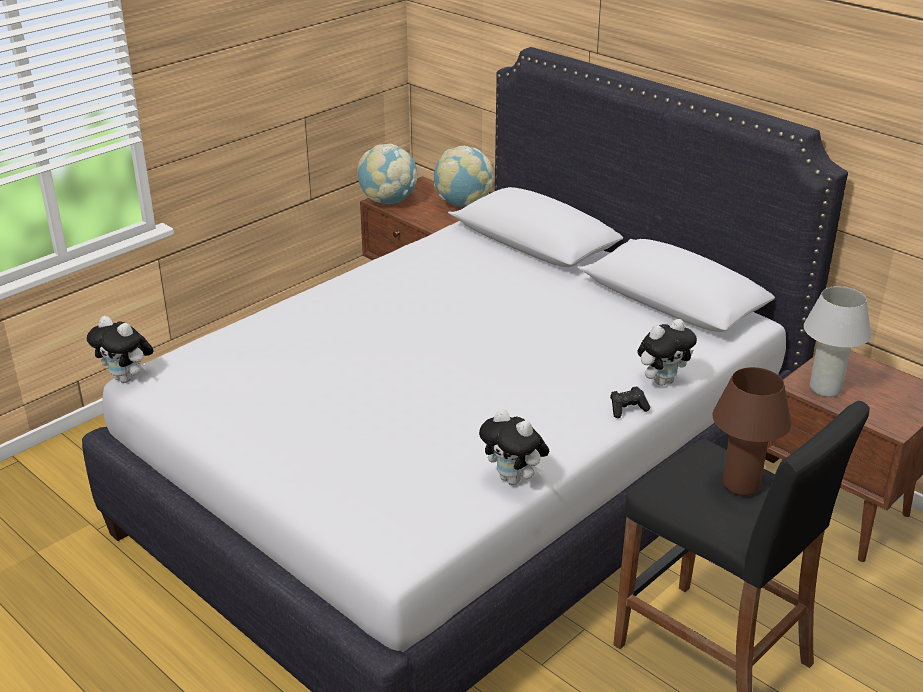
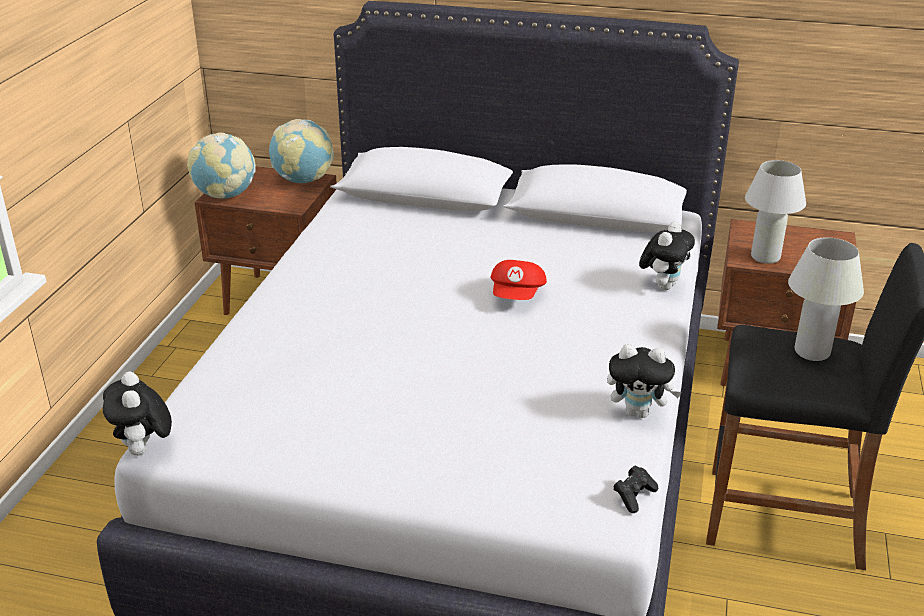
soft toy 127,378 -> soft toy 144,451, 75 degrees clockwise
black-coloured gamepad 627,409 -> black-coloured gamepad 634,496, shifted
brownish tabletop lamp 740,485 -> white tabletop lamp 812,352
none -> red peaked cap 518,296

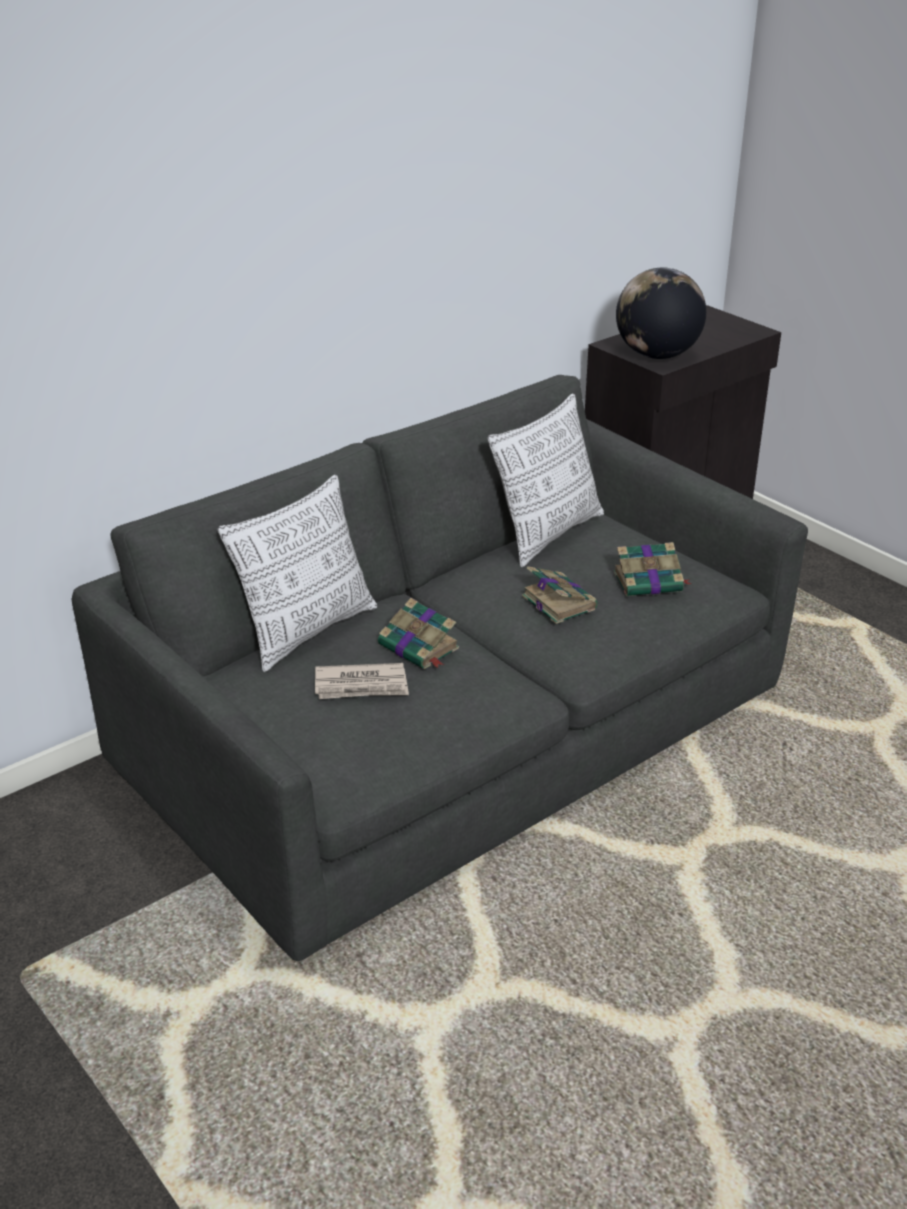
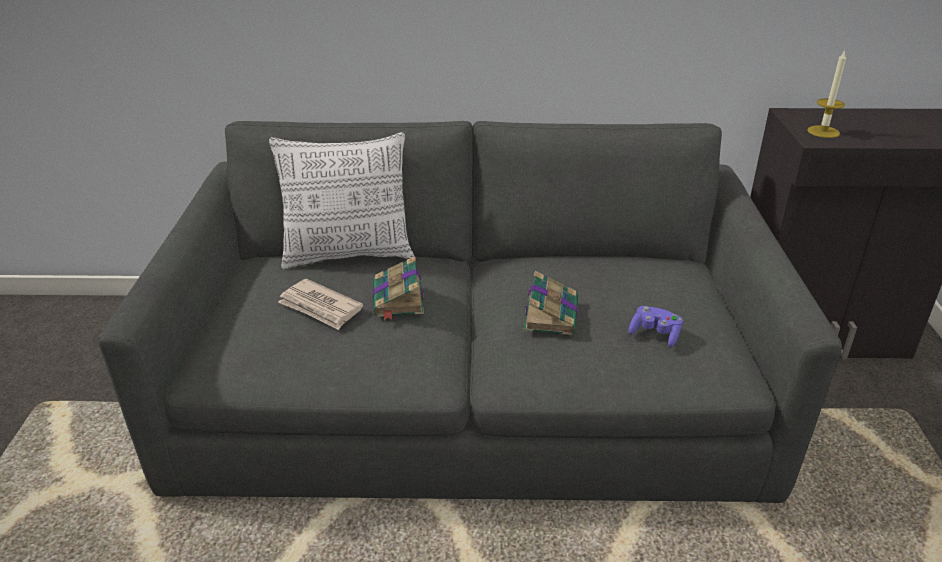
cushion 547,534 -> none
book 650,582 -> purple-coloured gamepad 655,334
globe 656,355 -> wax candle 823,132

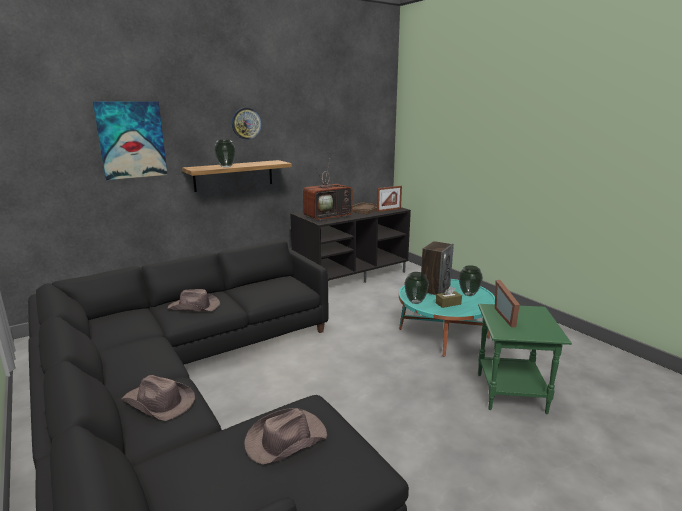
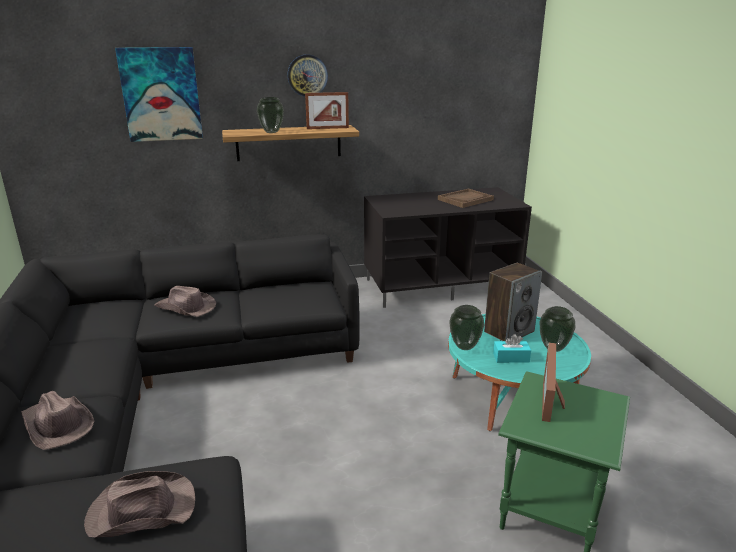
TV set 328,216 -> none
standing frame 389,210 -> standing frame 327,128, shifted
brownish box of tissues 448,303 -> blue-green box of tissues 511,358

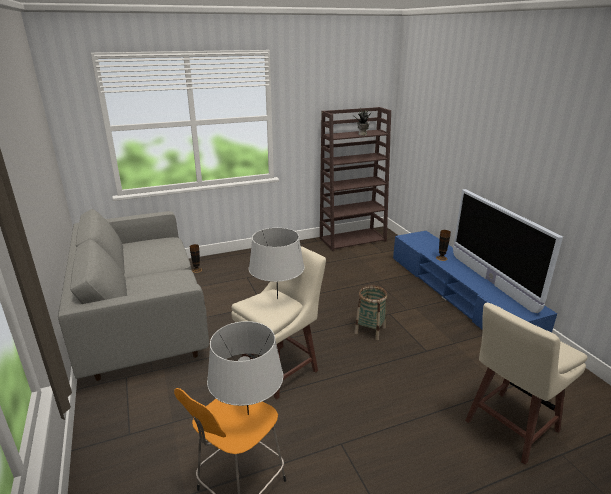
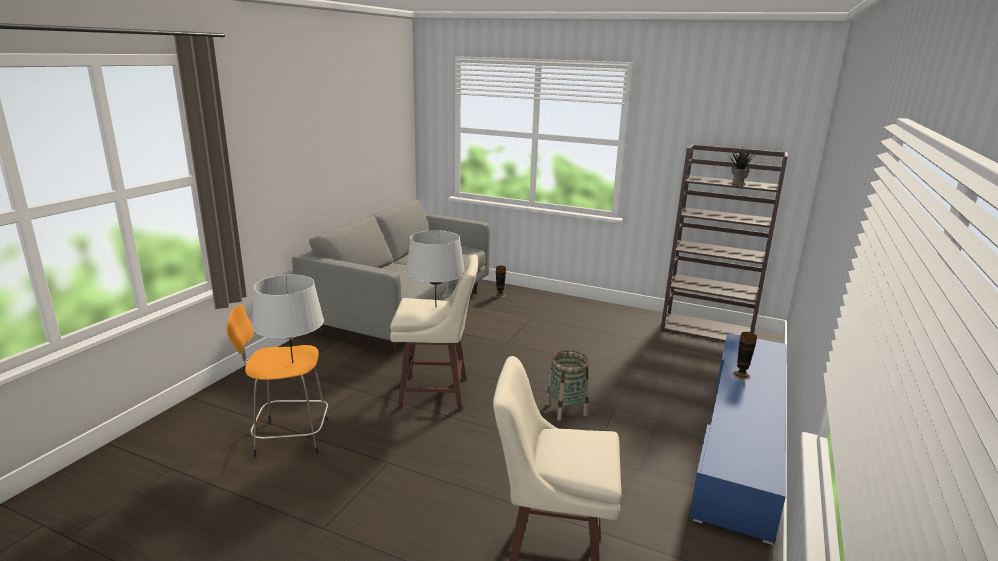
TV set 491,282 -> none

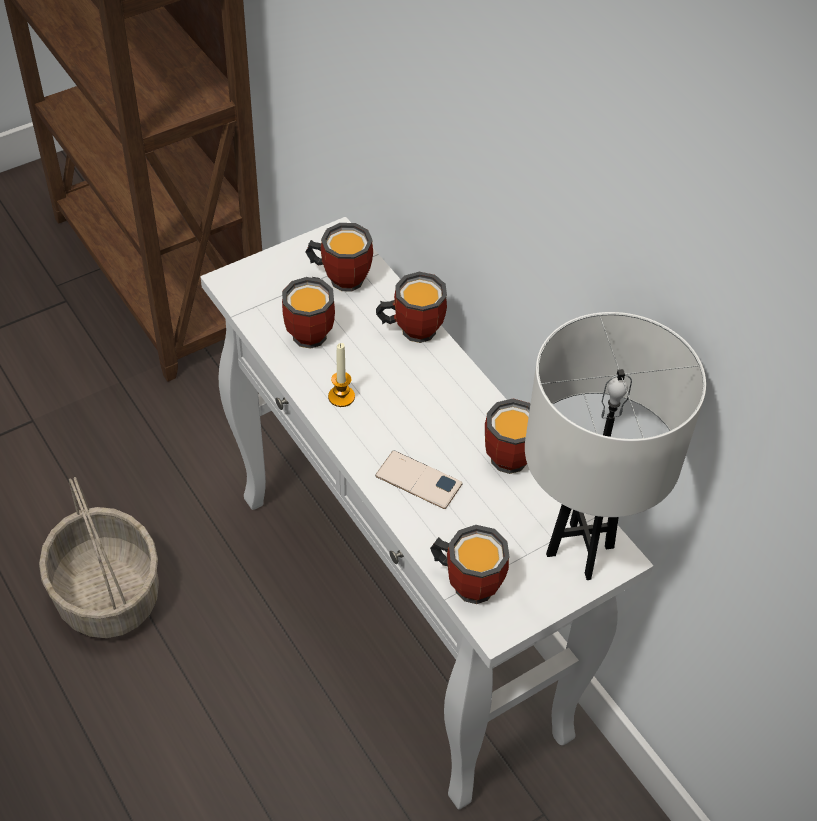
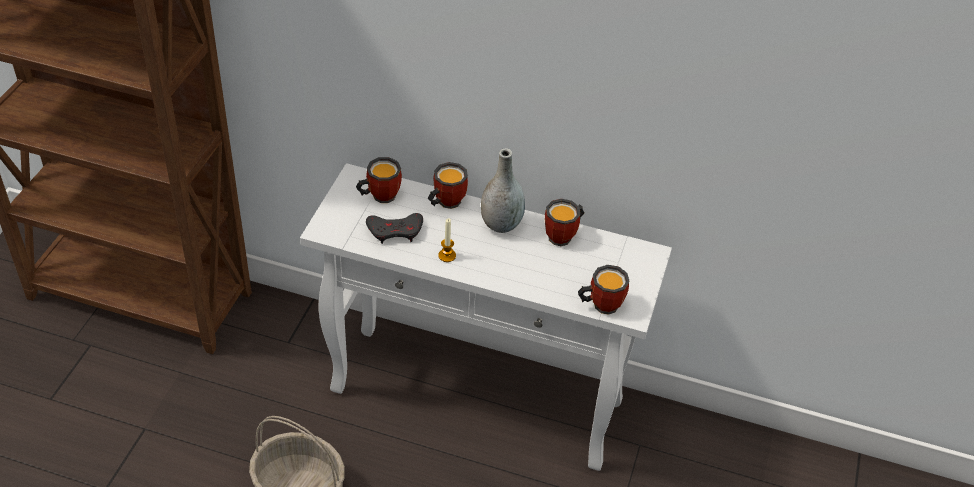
mug 313,330 -> greyish gamepad 395,231
handset 418,480 -> none
white tabletop lamp 579,551 -> none
none -> greyish vase 501,225

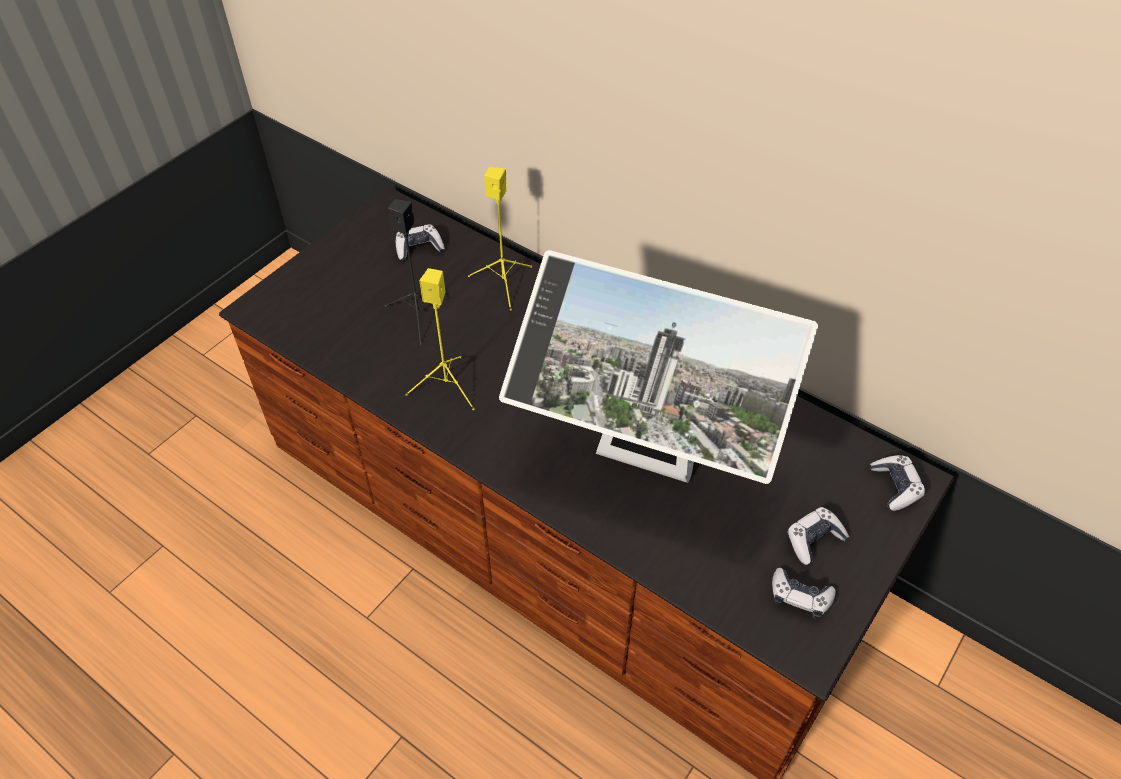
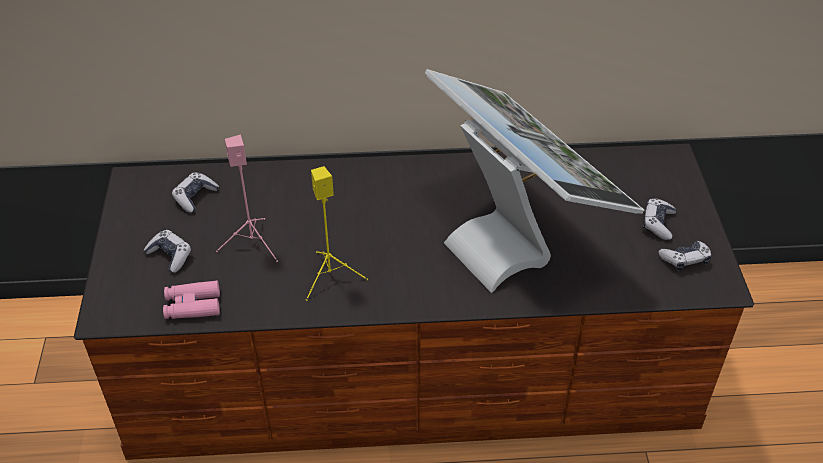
black-coloured audio speaker 419,316 -> pinkish audio speaker 252,243
yellow-coloured audio speaker 504,283 -> none
computer display 644,463 -> computer display 516,242, 105 degrees counterclockwise
gamepad 895,486 -> gamepad 170,256, shifted
none -> pinkish field glasses 192,305

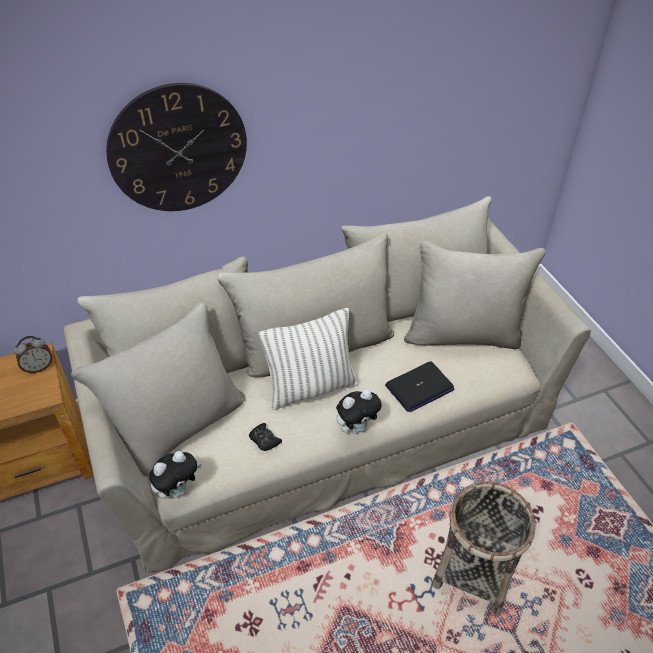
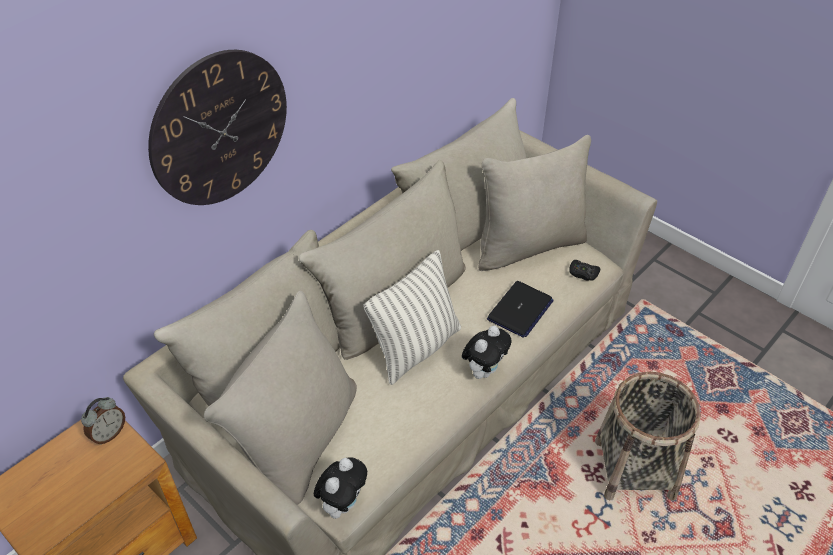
black-coloured gamepad 264,440 -> black-coloured gamepad 583,273, shifted

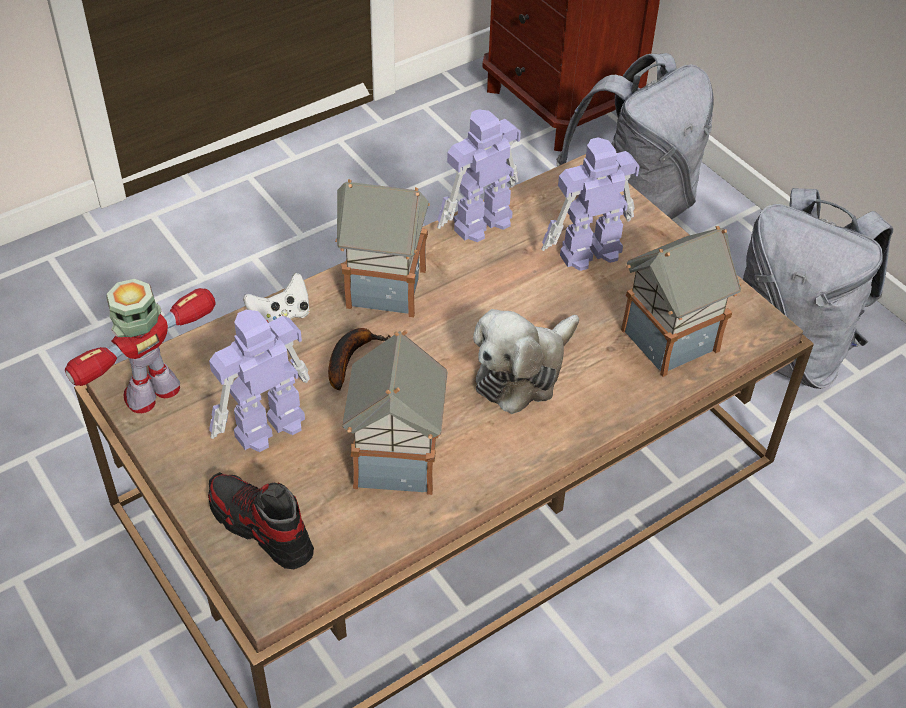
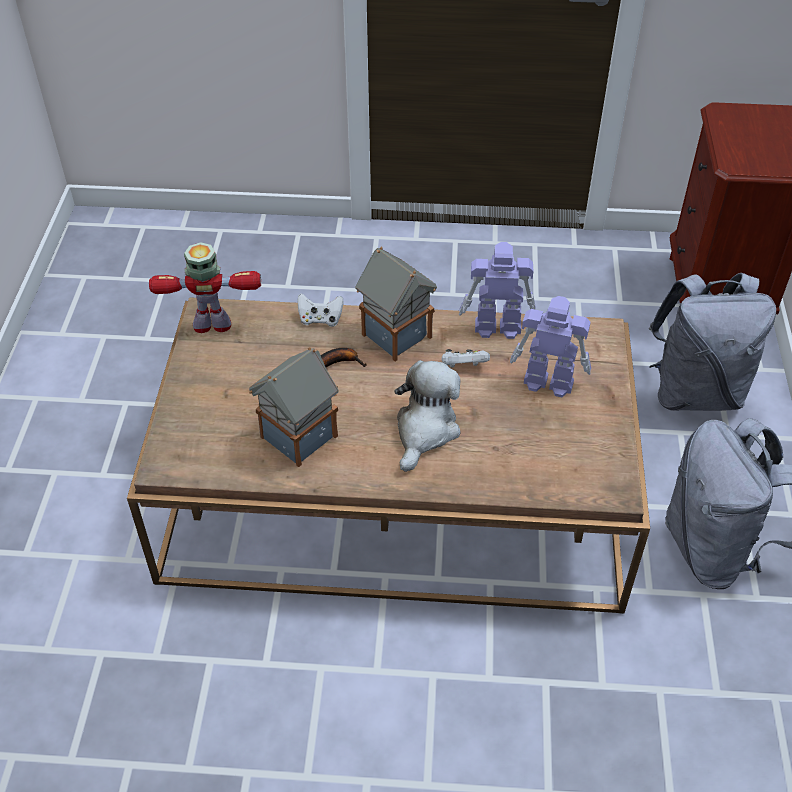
shoe 261,528 -> none
robot figure 266,427 -> none
soft toy 523,372 -> soft toy 425,430, 120 degrees clockwise
toy house 668,342 -> none
none -> white gamepad 463,367

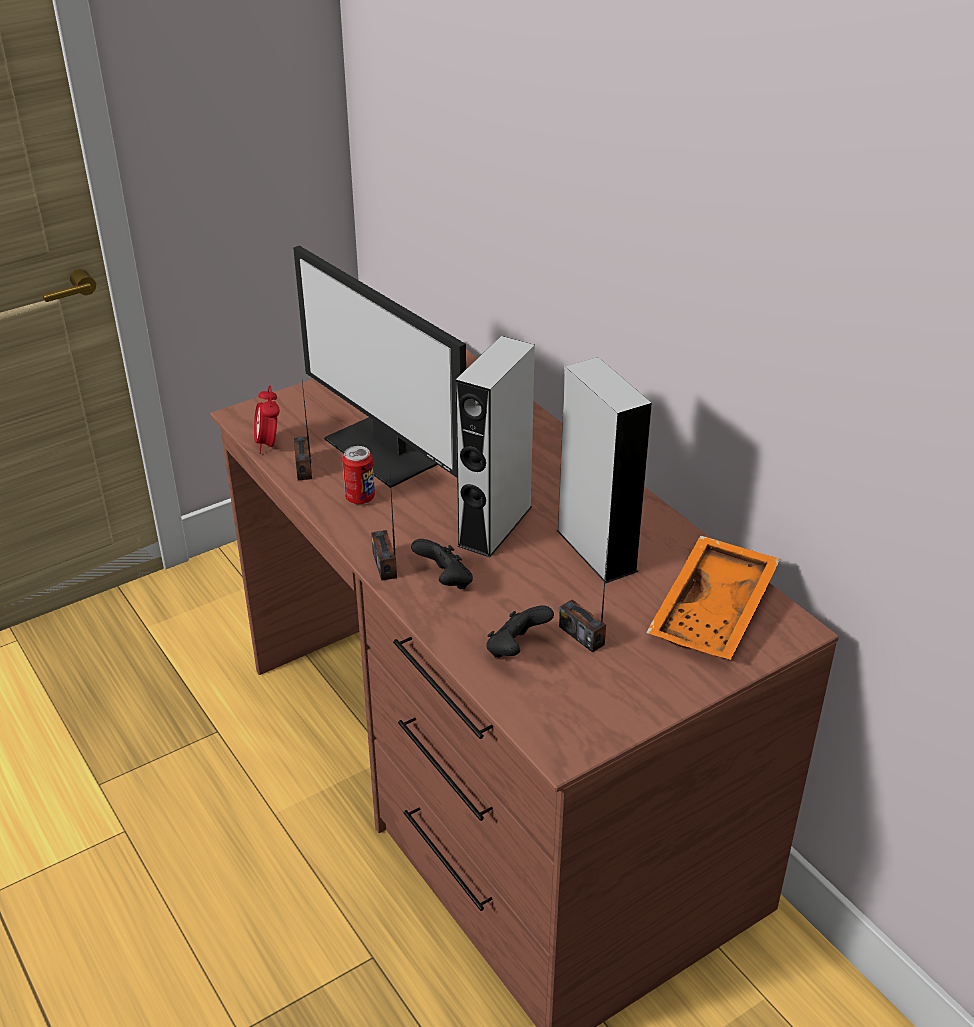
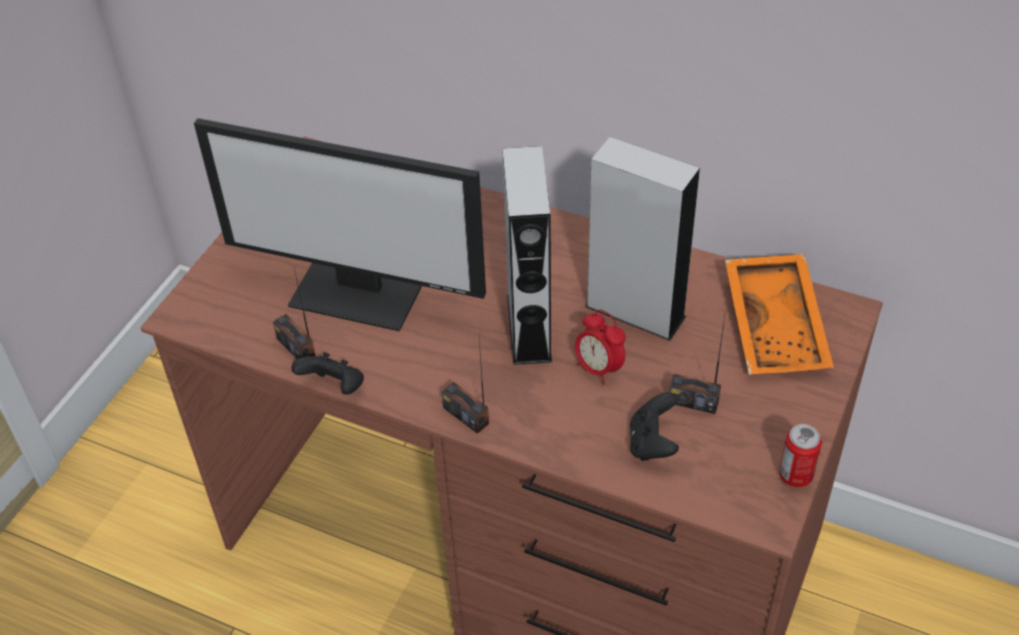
table clock 269,444 -> table clock 598,369, shifted
sealed can 360,498 -> sealed can 795,475, shifted
black-coloured gamepad 445,581 -> black-coloured gamepad 334,387, shifted

